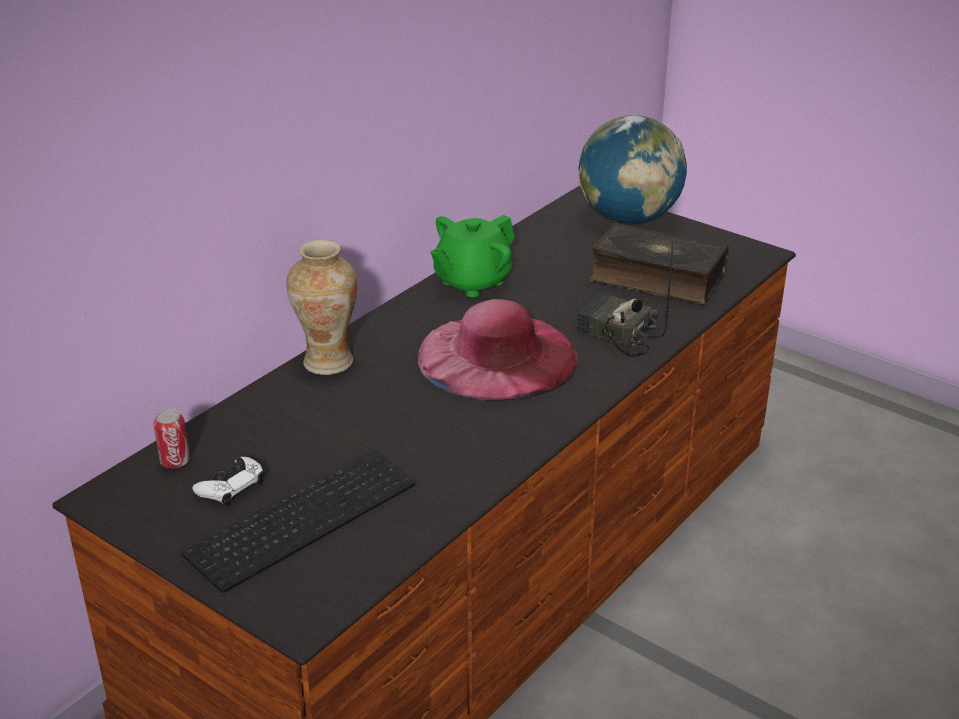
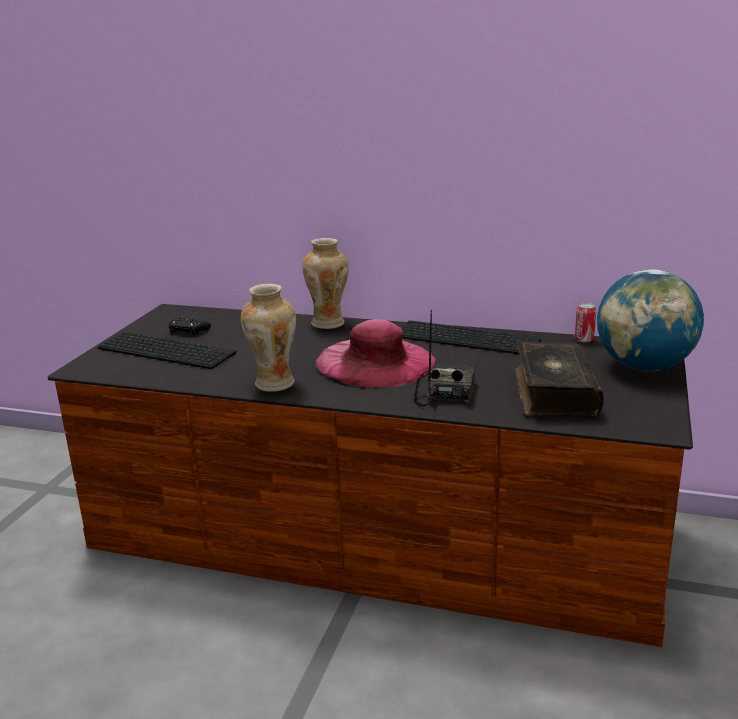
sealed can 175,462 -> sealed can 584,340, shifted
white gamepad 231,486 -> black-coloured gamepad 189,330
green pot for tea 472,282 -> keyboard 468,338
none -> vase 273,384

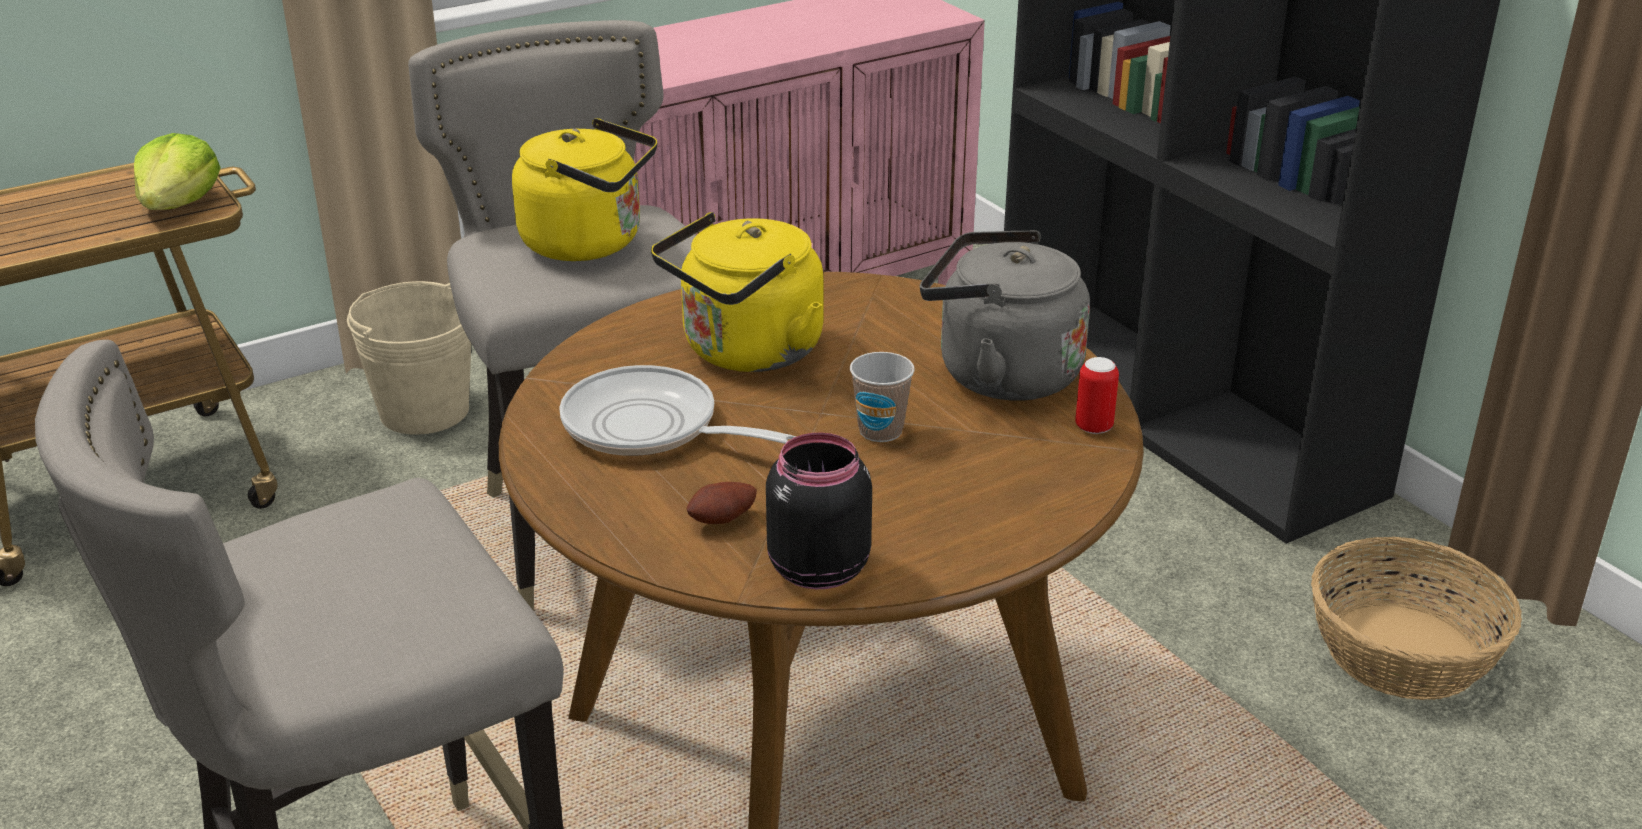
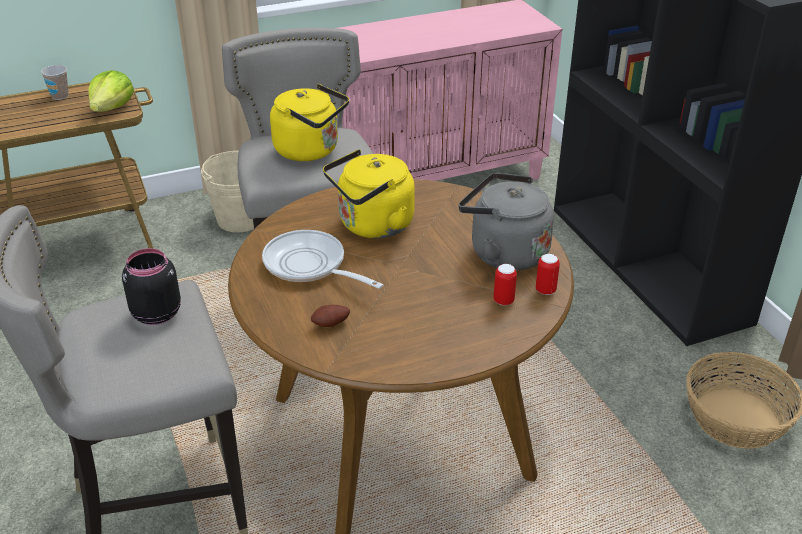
black-coloured preserve jar 815,568 -> black-coloured preserve jar 155,313, shifted
small cup 880,431 -> small cup 60,96, shifted
none -> sealed can 503,301

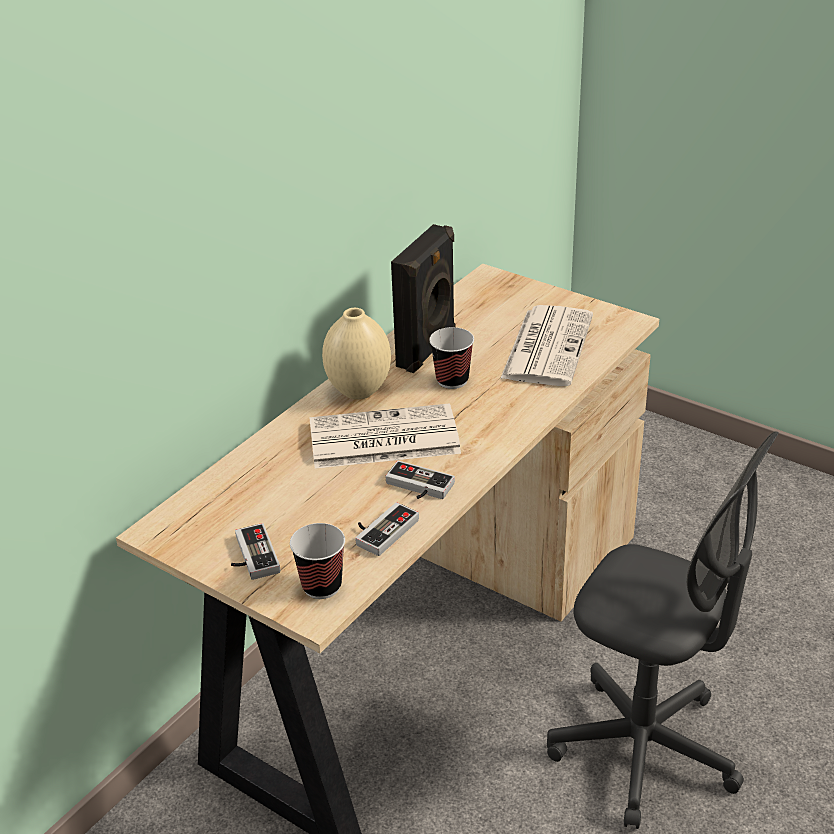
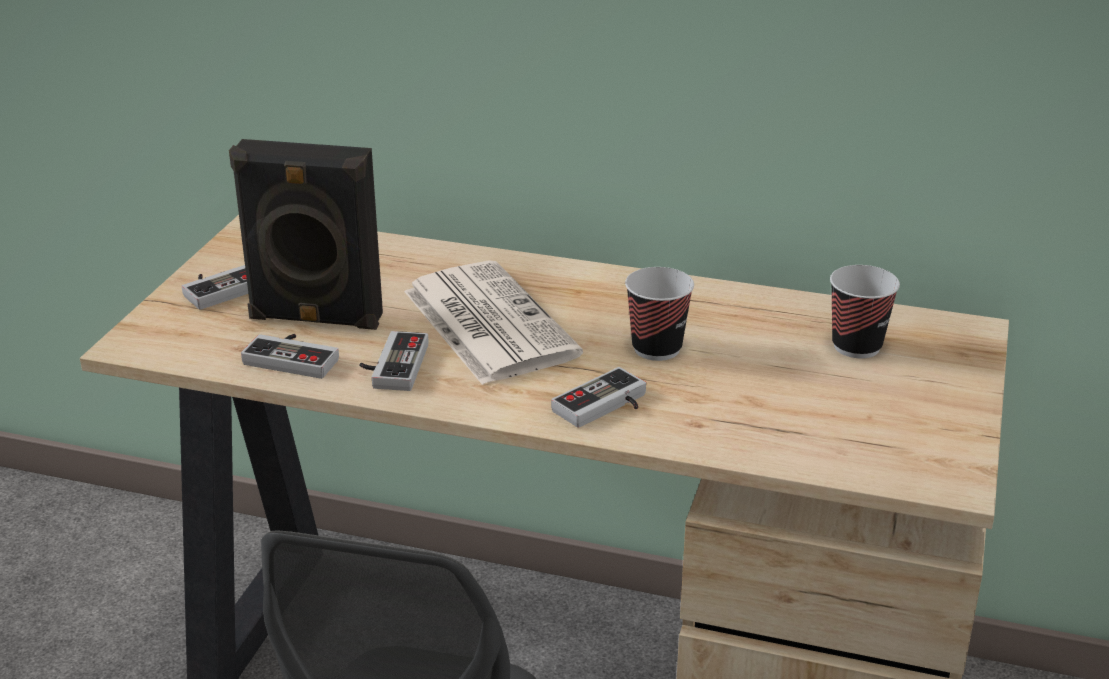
small cup 322,586 -> small cup 856,346, shifted
sand-coloured vase 359,391 -> none
black-coloured audio speaker 428,350 -> black-coloured audio speaker 315,319, shifted
daily paper 547,346 -> none
none -> gamepad 605,407

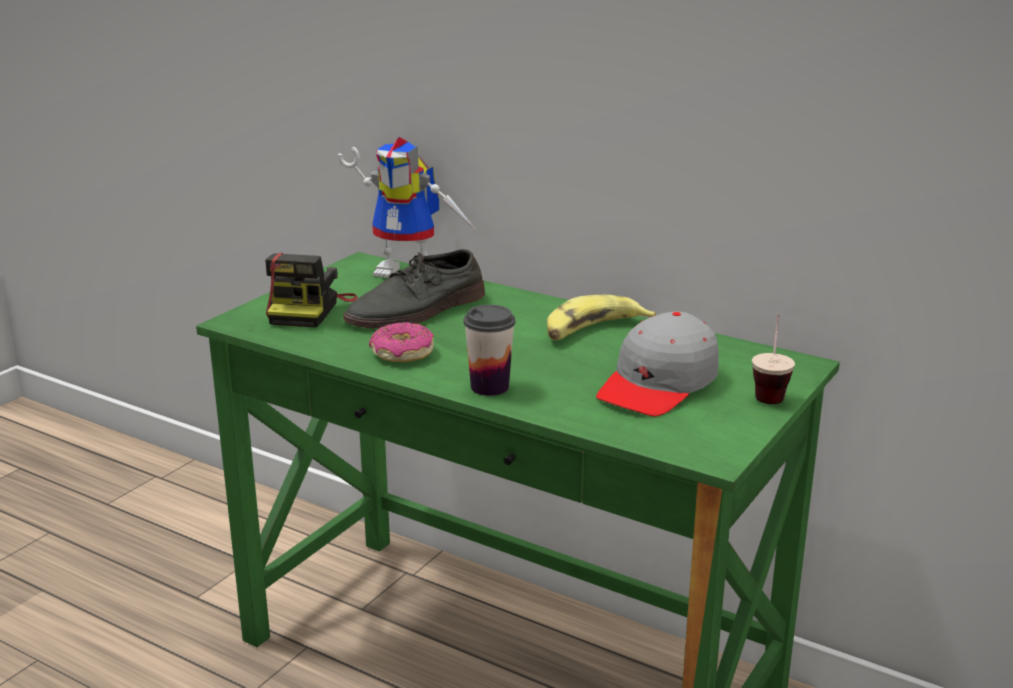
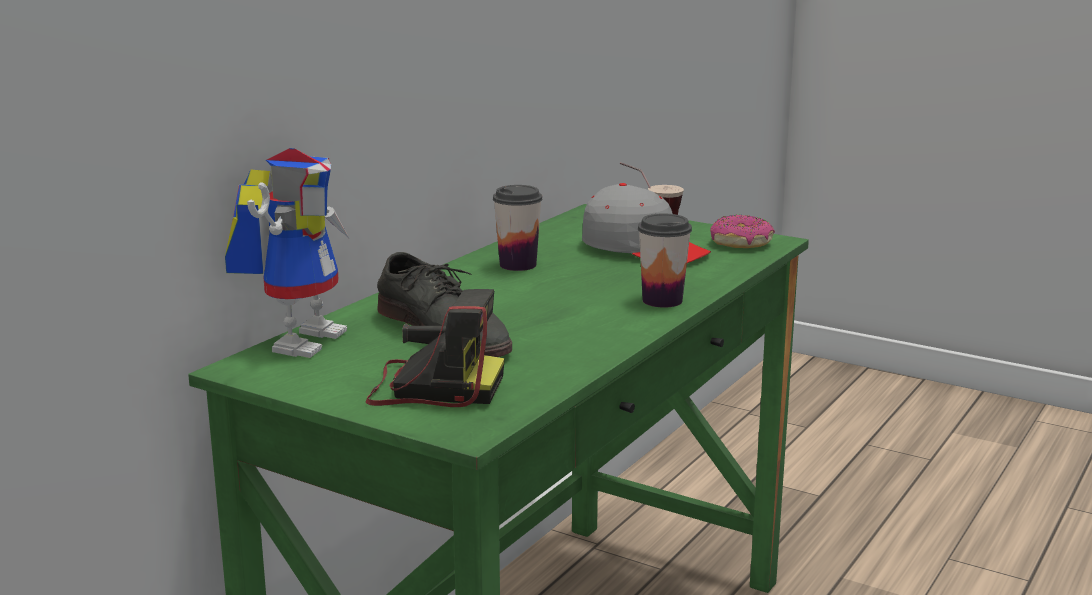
ring doughnut 402,353 -> ring doughnut 741,243, shifted
banana 593,331 -> small cup 518,265

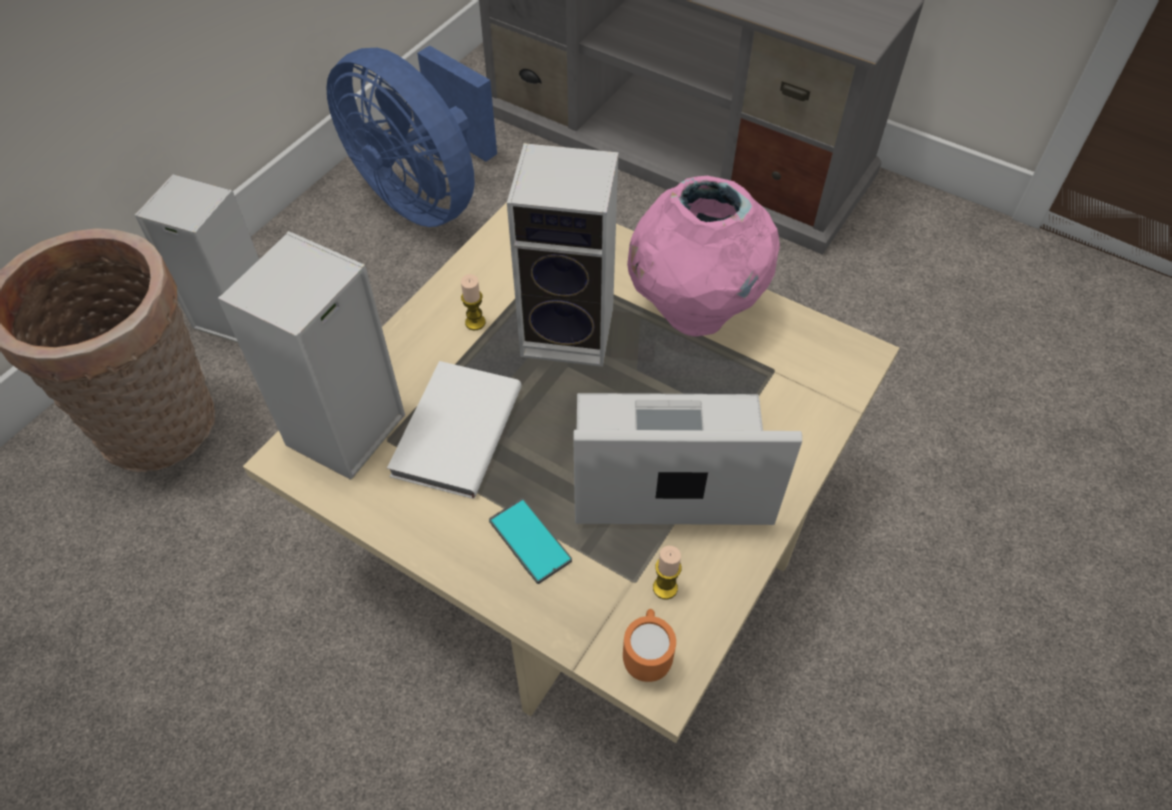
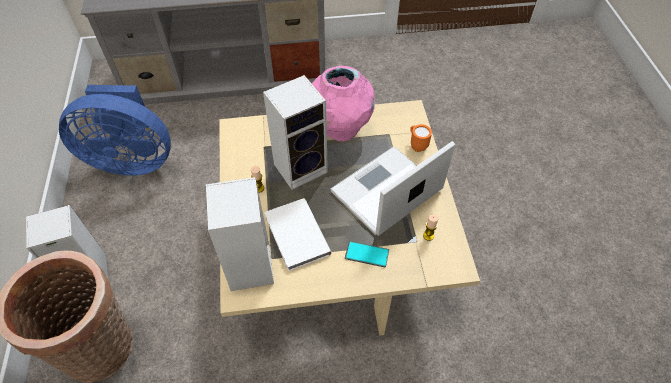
orange-coloured mug 646,657 -> orange-coloured mug 417,145, shifted

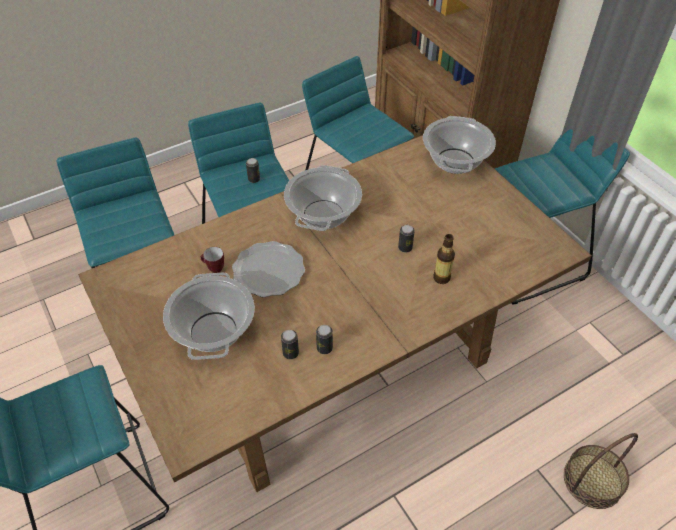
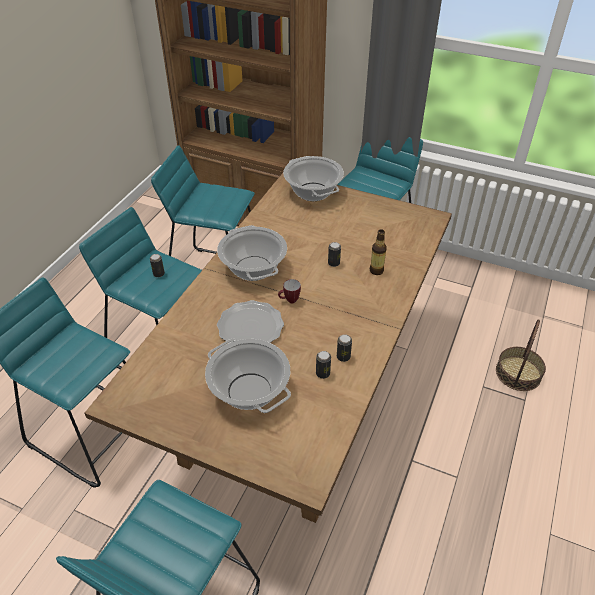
mug 213,269 -> mug 289,301, shifted

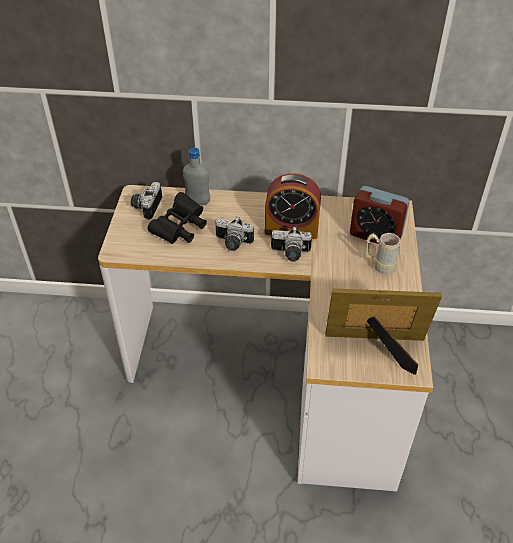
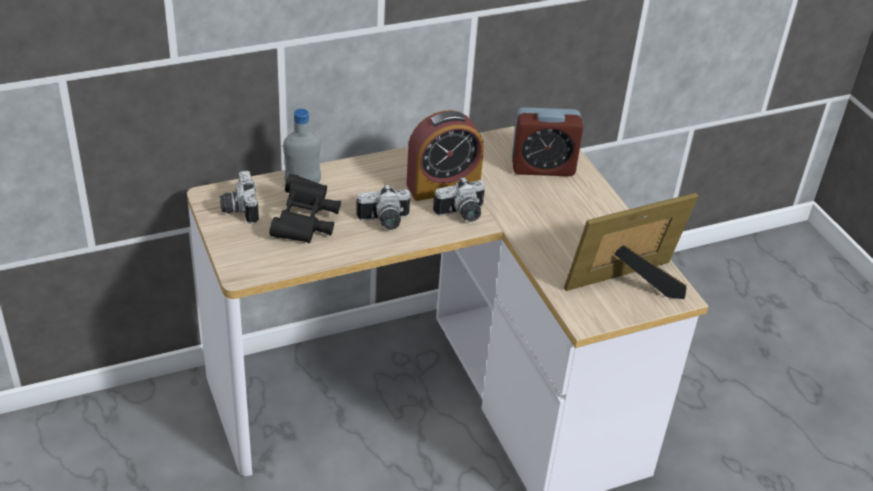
sand-coloured mug 379,265 -> none

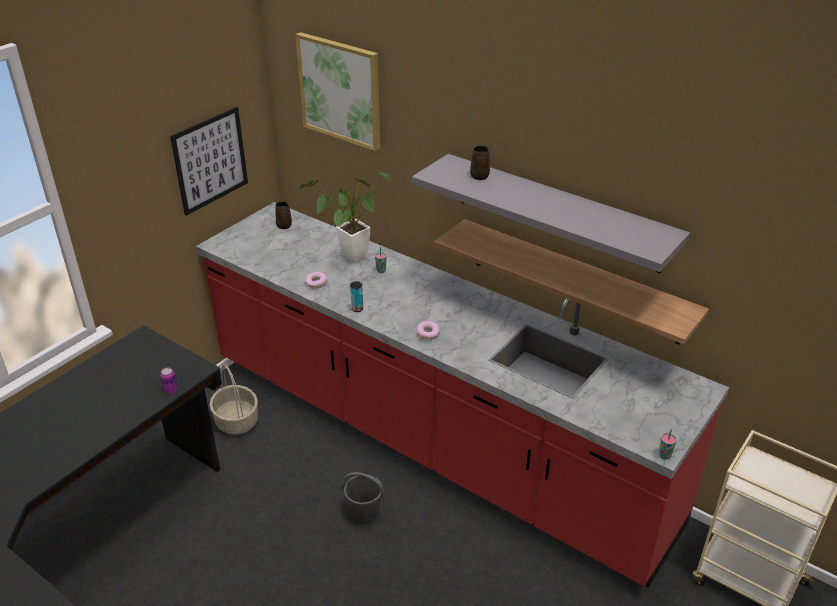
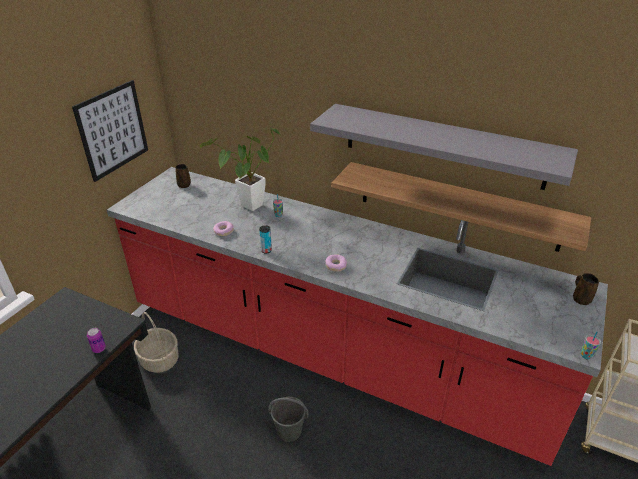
wall picture 340,90 -> none
brownish mug 479,175 -> brownish mug 581,299, shifted

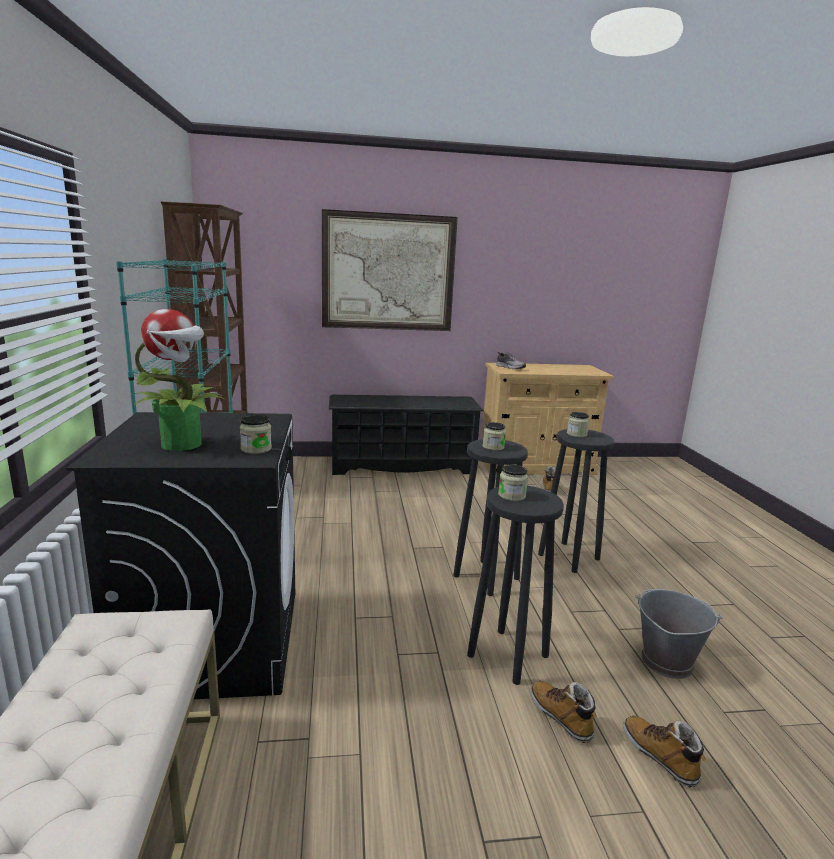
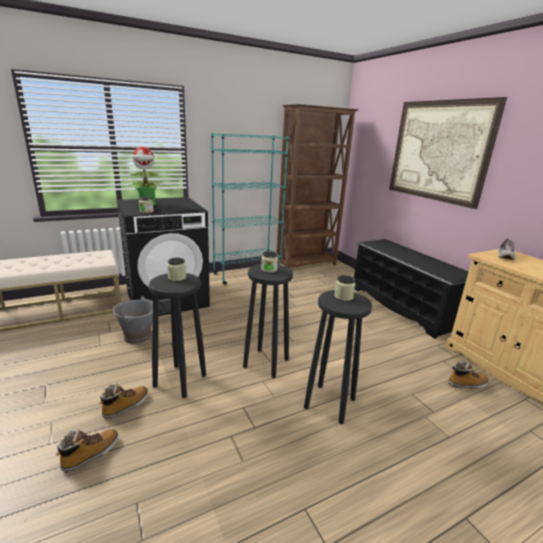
greyish bucket 666,661 -> greyish bucket 138,336, shifted

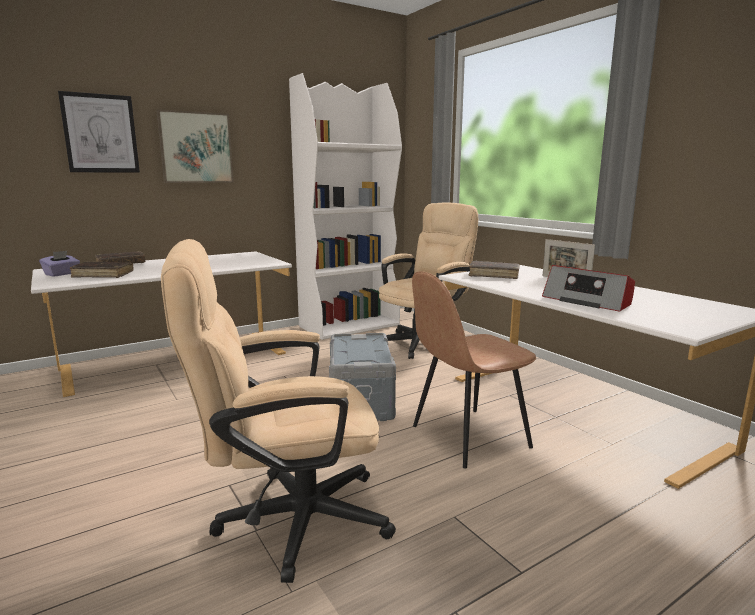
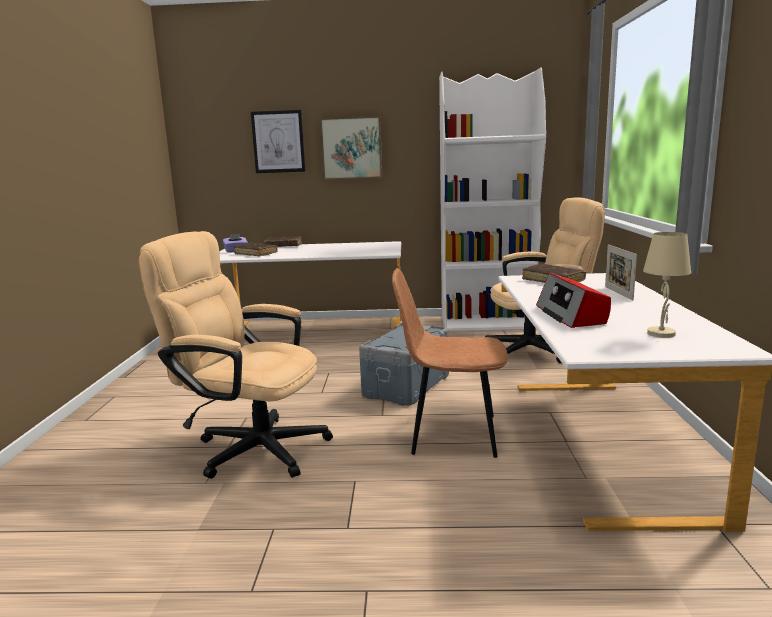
none -> sand-coloured tabletop lamp 662,334

